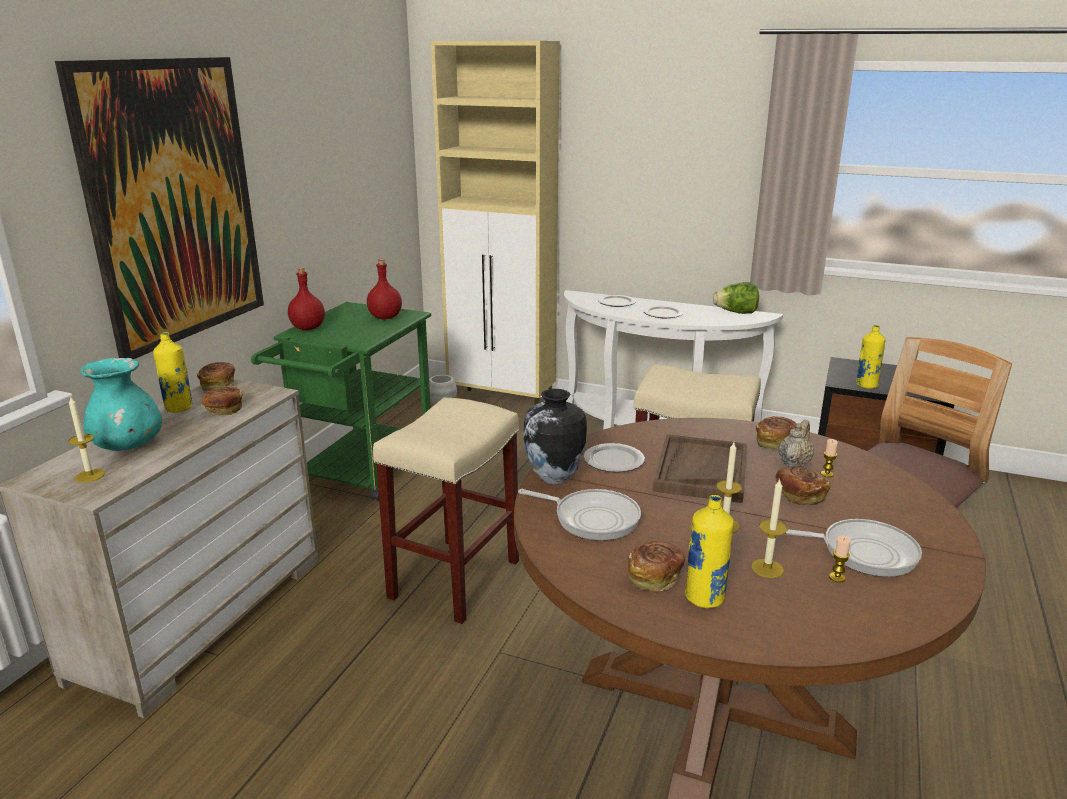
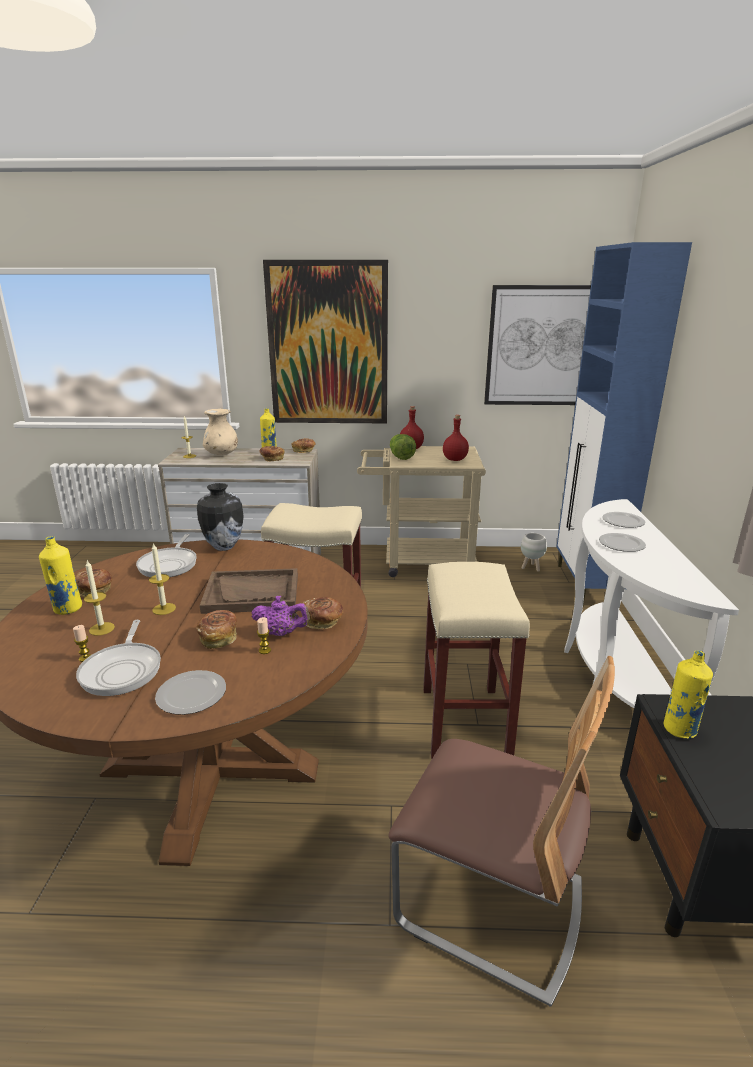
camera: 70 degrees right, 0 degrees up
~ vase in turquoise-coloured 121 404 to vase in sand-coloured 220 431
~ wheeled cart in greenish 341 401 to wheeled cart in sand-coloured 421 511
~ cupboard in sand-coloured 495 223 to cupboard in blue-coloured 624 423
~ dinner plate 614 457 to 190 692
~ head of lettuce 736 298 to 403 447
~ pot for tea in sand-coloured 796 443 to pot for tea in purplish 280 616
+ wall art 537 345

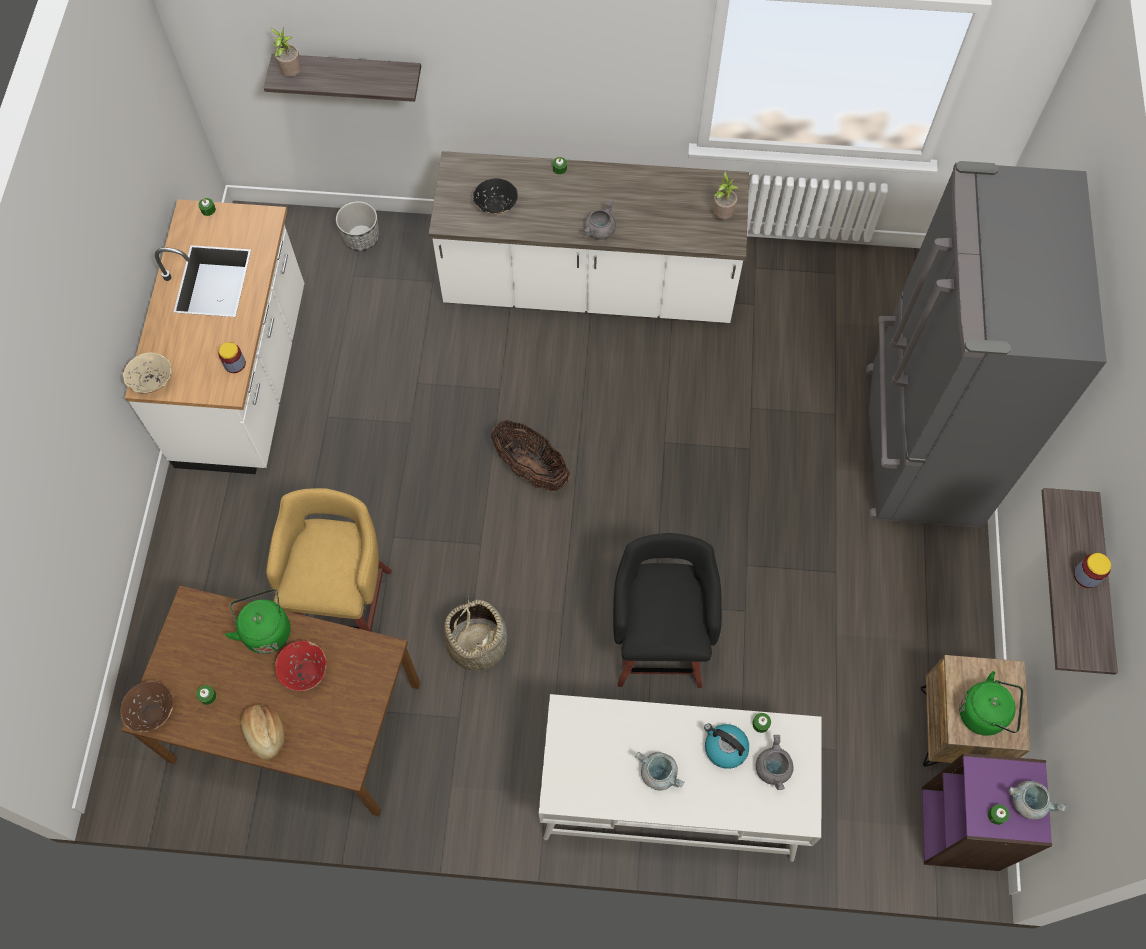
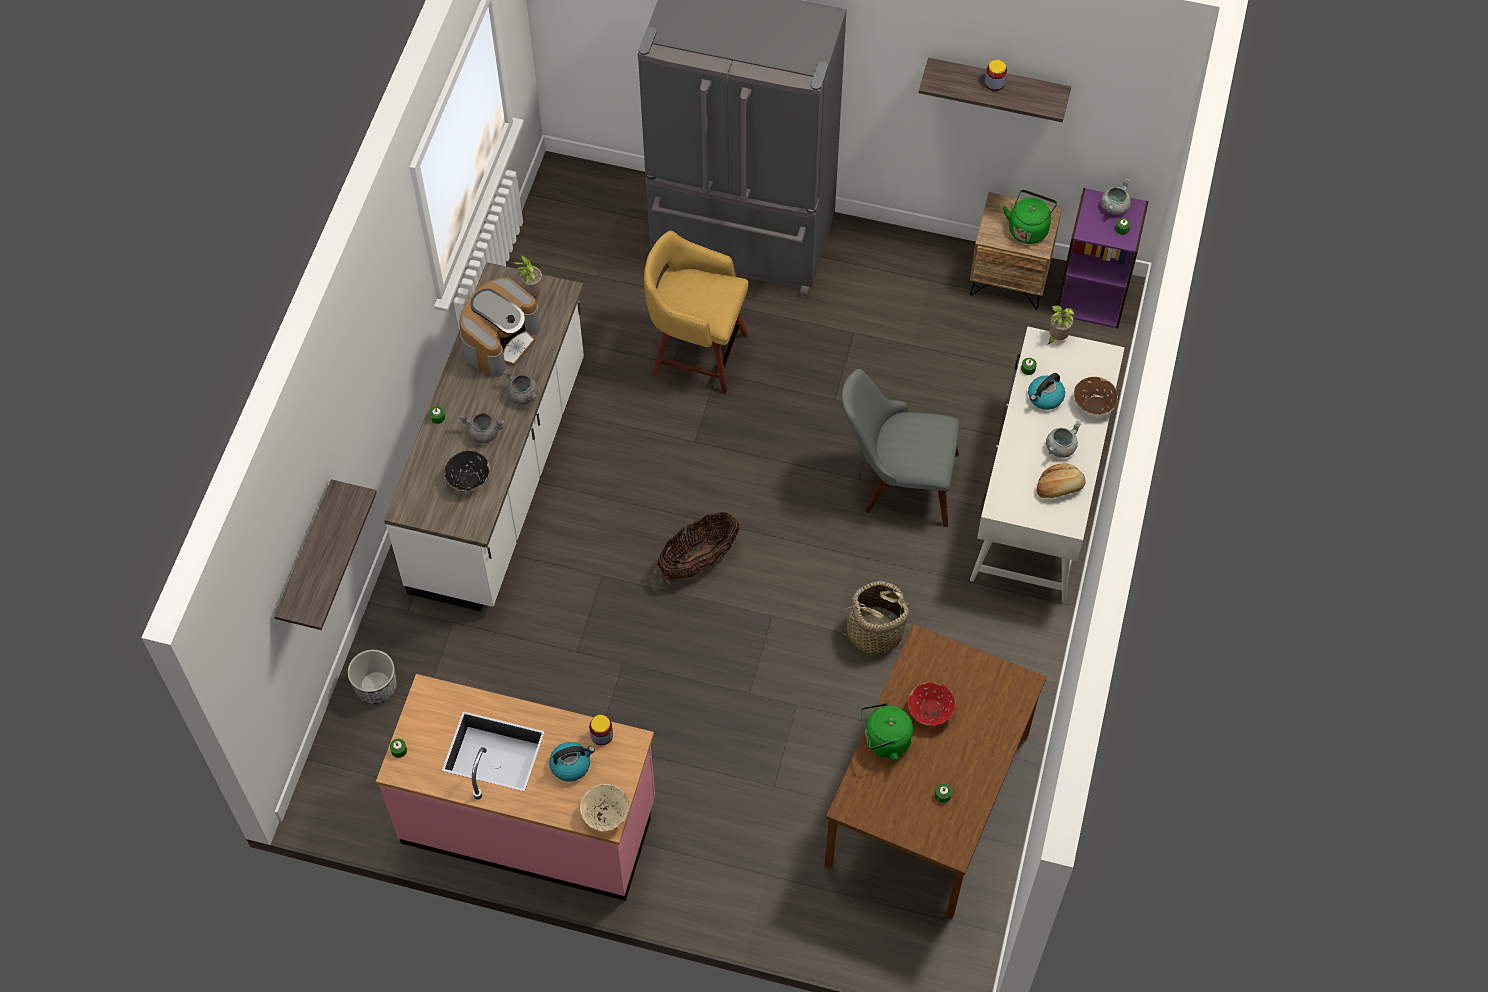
camera: 80 degrees left, 5 degrees down
~ deep dish in brown-coloured 147 706 to 1096 396
~ kitchen base unit in white 214 336 to kitchen base unit in pink 515 787
~ bread 263 732 to 1060 480
~ stool in yellow-coloured 329 559 to 696 312
~ houseplant 285 52 to 1060 325
~ stool in black-coloured 667 610 to chair in grey 900 448
~ cooking pot in grey 774 762 to 481 428
+ coffee brewer 500 327
+ water kettle 572 762

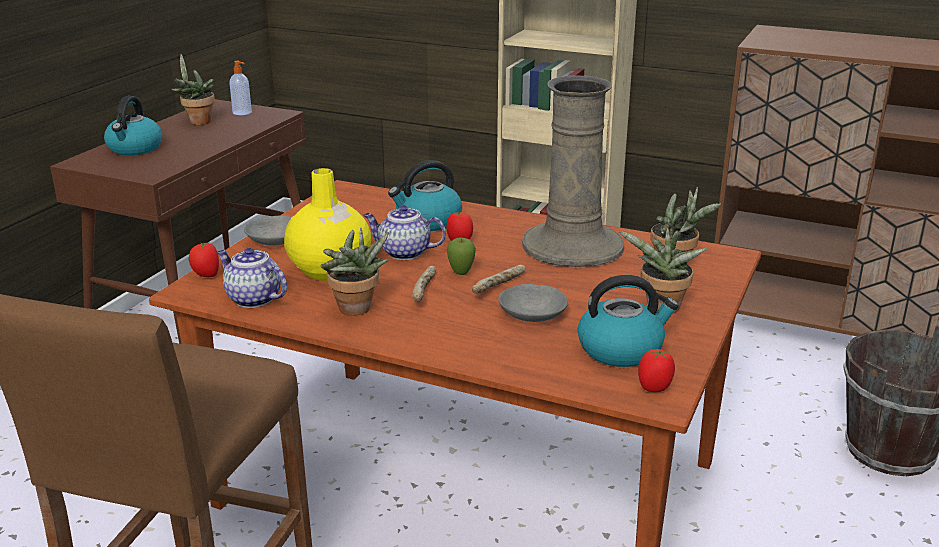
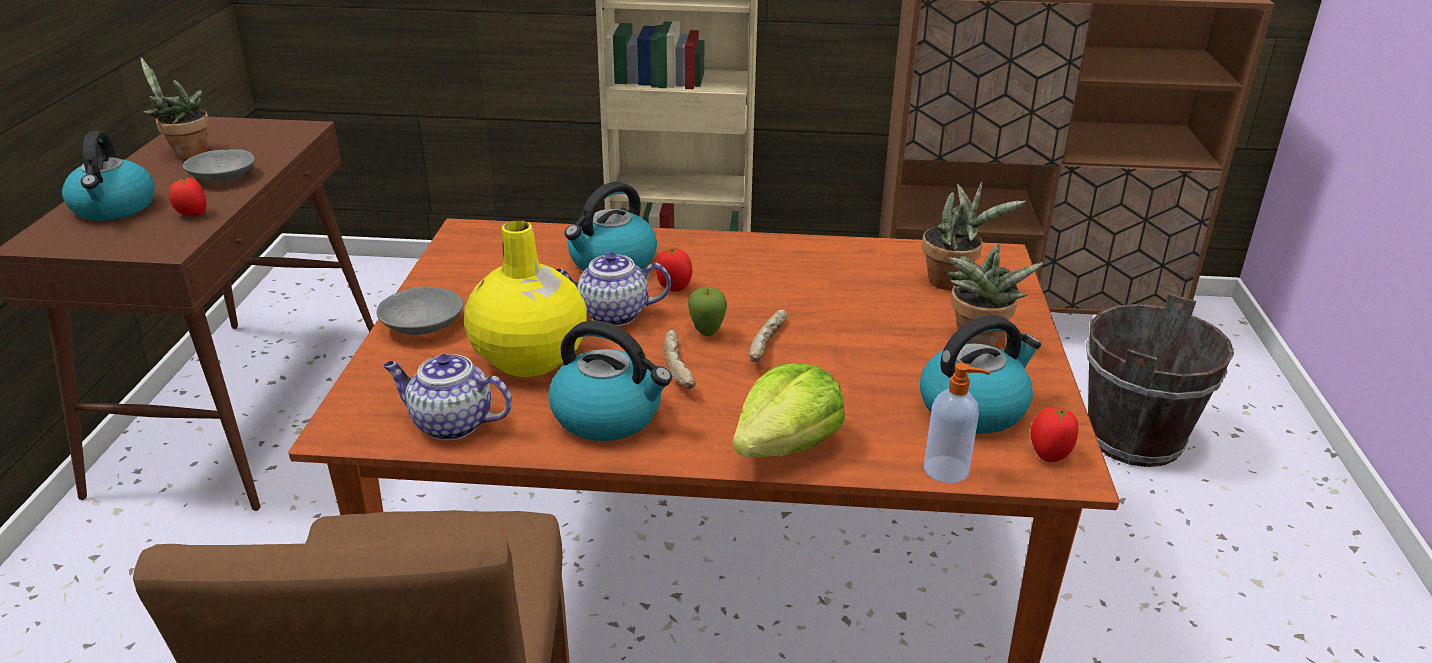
camera: 20 degrees left, 5 degrees up
~ fresh tomato 204 260 to 187 196
~ liquid soap bottle 240 88 to 957 423
~ houseplant 355 272 to water kettle 610 380
~ deep dish in grey 533 303 to 219 165
- vase in sand-coloured 573 171
+ head of lettuce 789 410

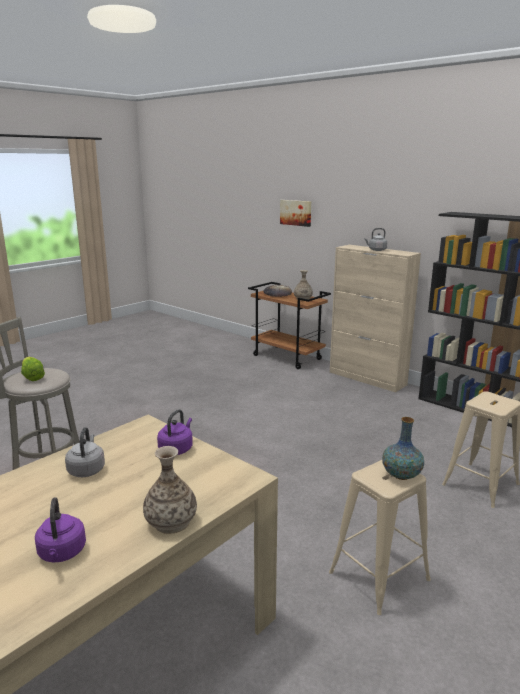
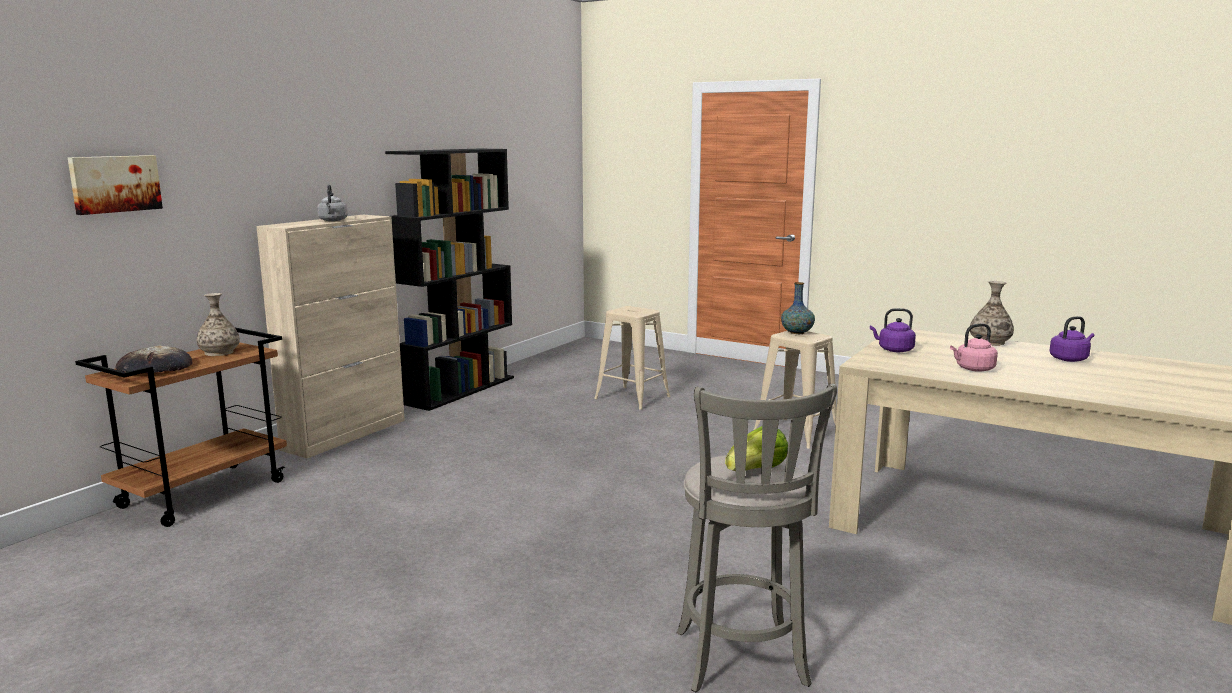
camera: 100 degrees left, 5 degrees down
~ water kettle in grey 85 452 to water kettle in pink 974 348

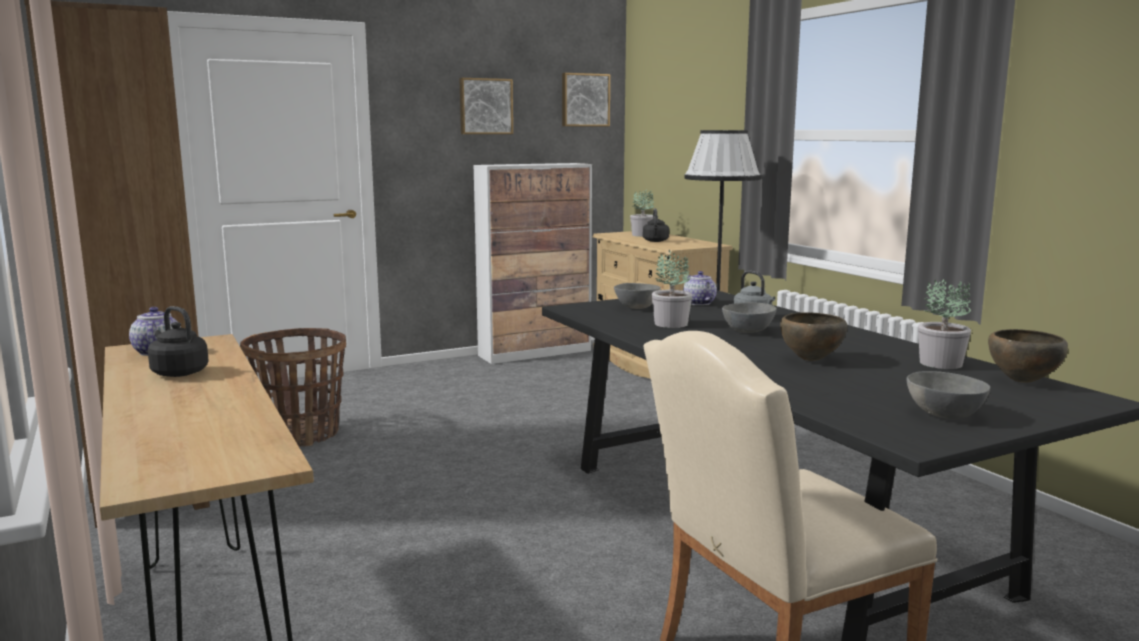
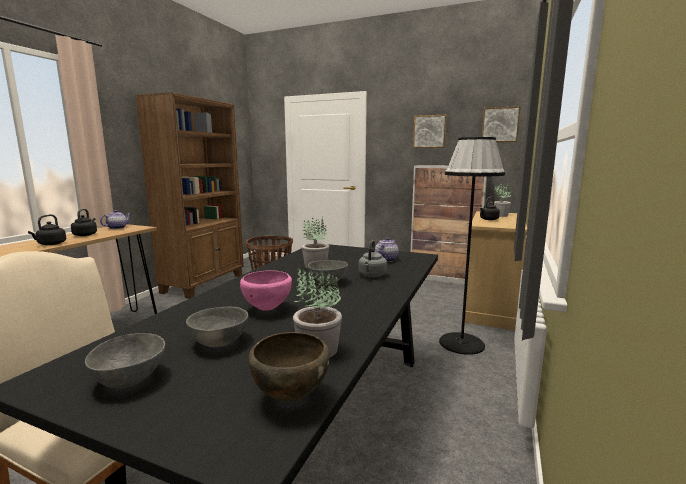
camera: 50 degrees right, 0 degrees up
~ deep dish in grey 637 296 to 217 327
~ deep dish in brown-coloured 813 336 to deep dish in pink 266 291
+ water kettle in black-coloured 47 229

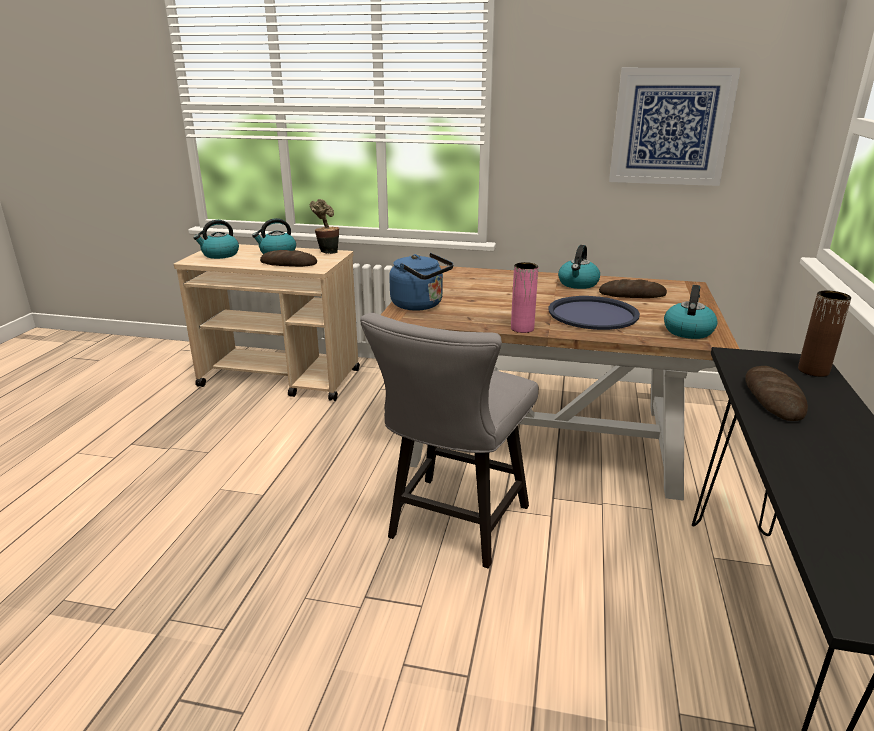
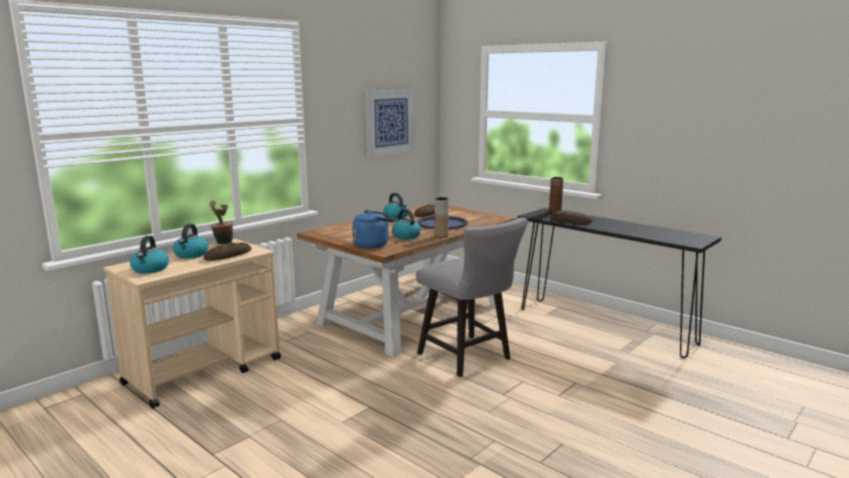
camera: 60 degrees left, 10 degrees down
~ vase in pink 524 297 to vase in brown-coloured 442 217
~ water kettle 691 312 to 406 224

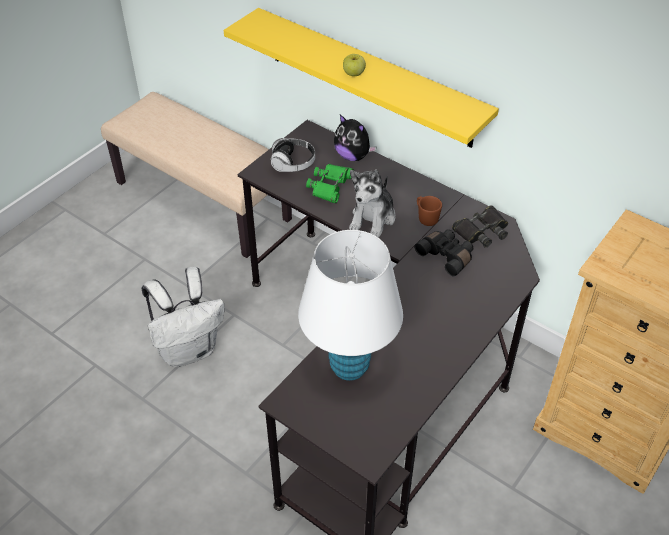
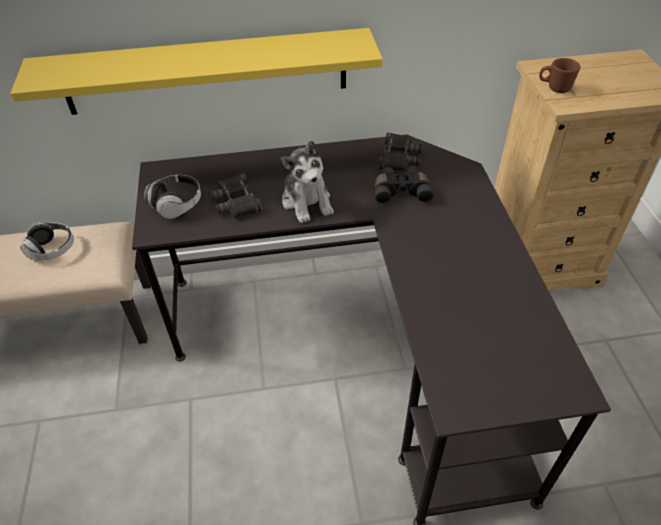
camera: 45 degrees left, 0 degrees up
- knapsack in white 183 317
- lamp for a table in white 350 305
~ binoculars in greenish 330 183 to binoculars in black-coloured 235 195
- soft toy 355 138
- apple fruit 354 65
~ mug in brown-coloured 429 211 to 559 75
+ headphones 47 241

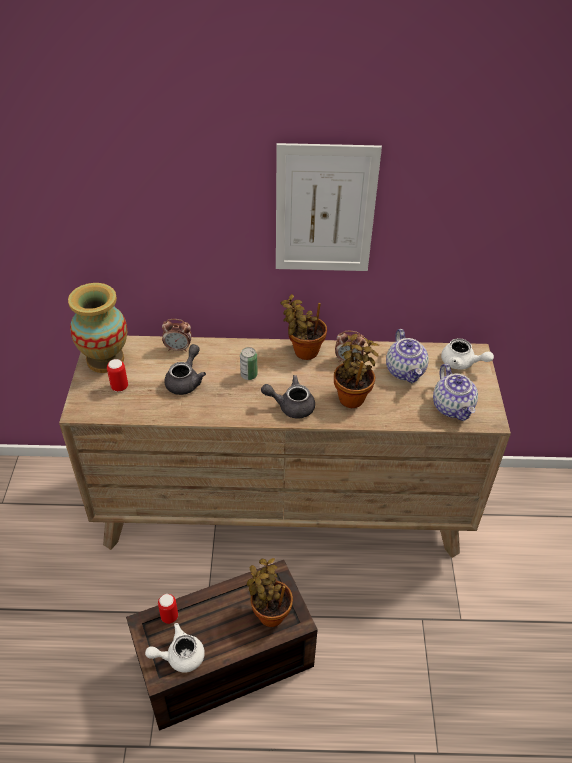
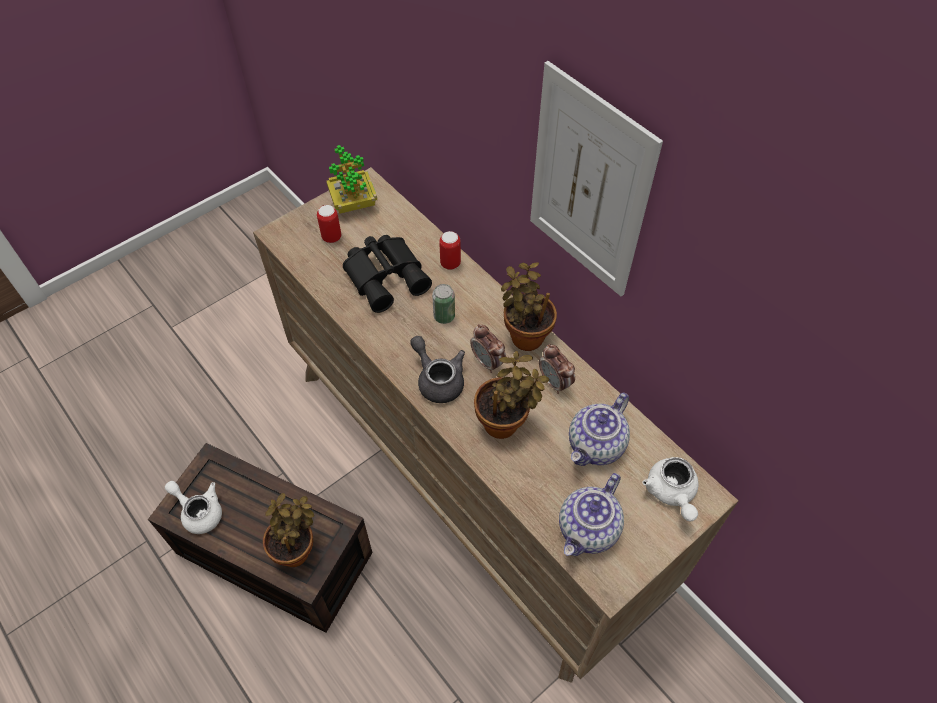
camera: 50 degrees right, 10 degrees up
~ vase 98 328 to houseplant 351 179
~ metal can 168 609 to 450 250
~ alarm clock 176 335 to 488 348
~ pot for tea in grey 185 369 to binoculars in black-coloured 387 274

